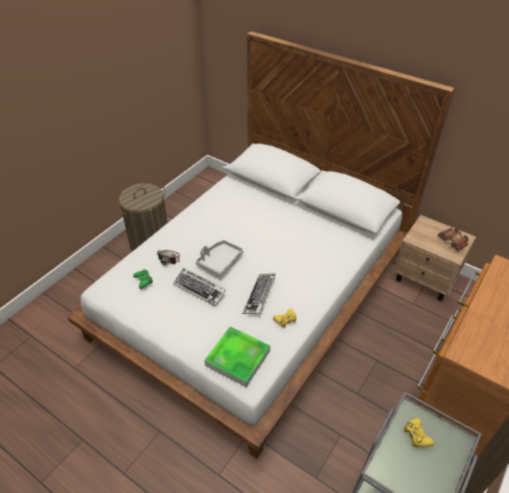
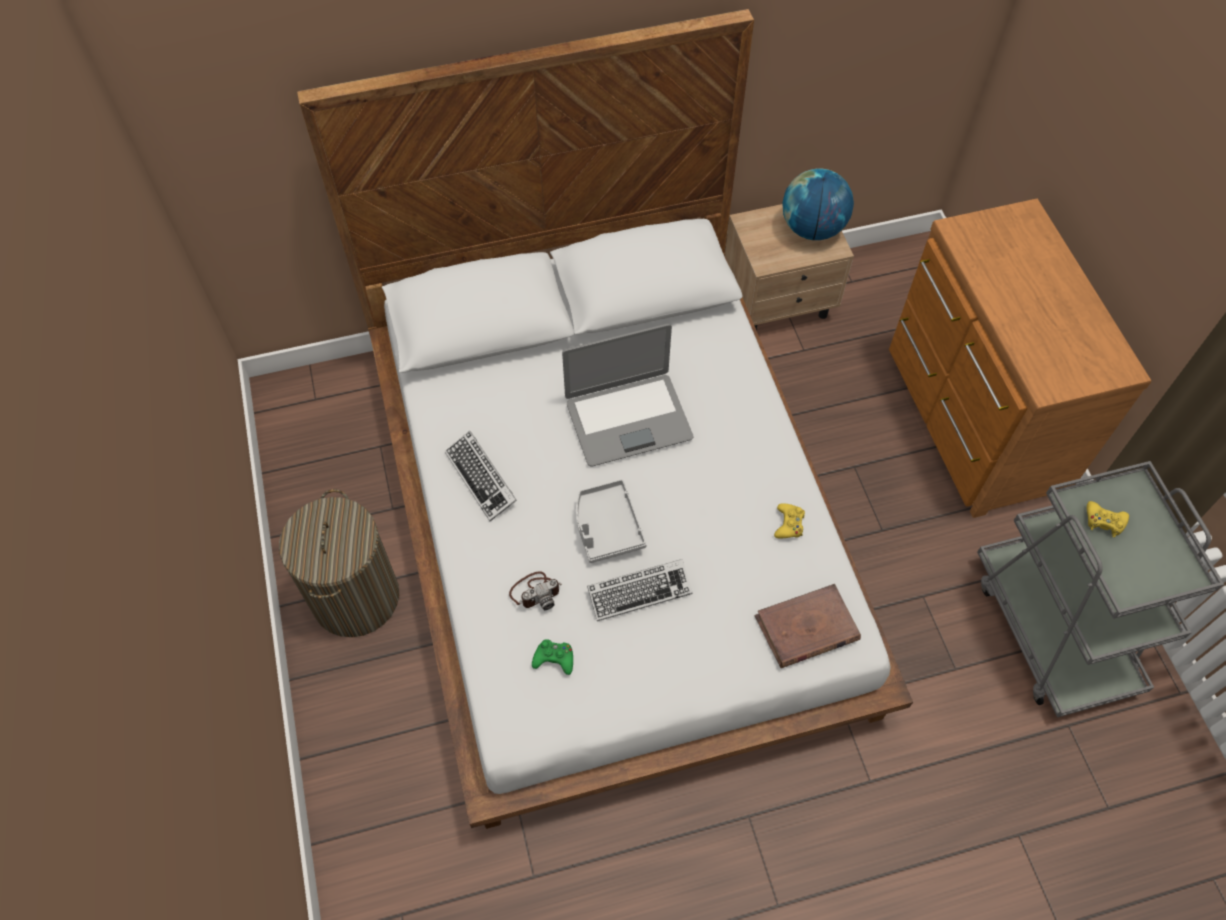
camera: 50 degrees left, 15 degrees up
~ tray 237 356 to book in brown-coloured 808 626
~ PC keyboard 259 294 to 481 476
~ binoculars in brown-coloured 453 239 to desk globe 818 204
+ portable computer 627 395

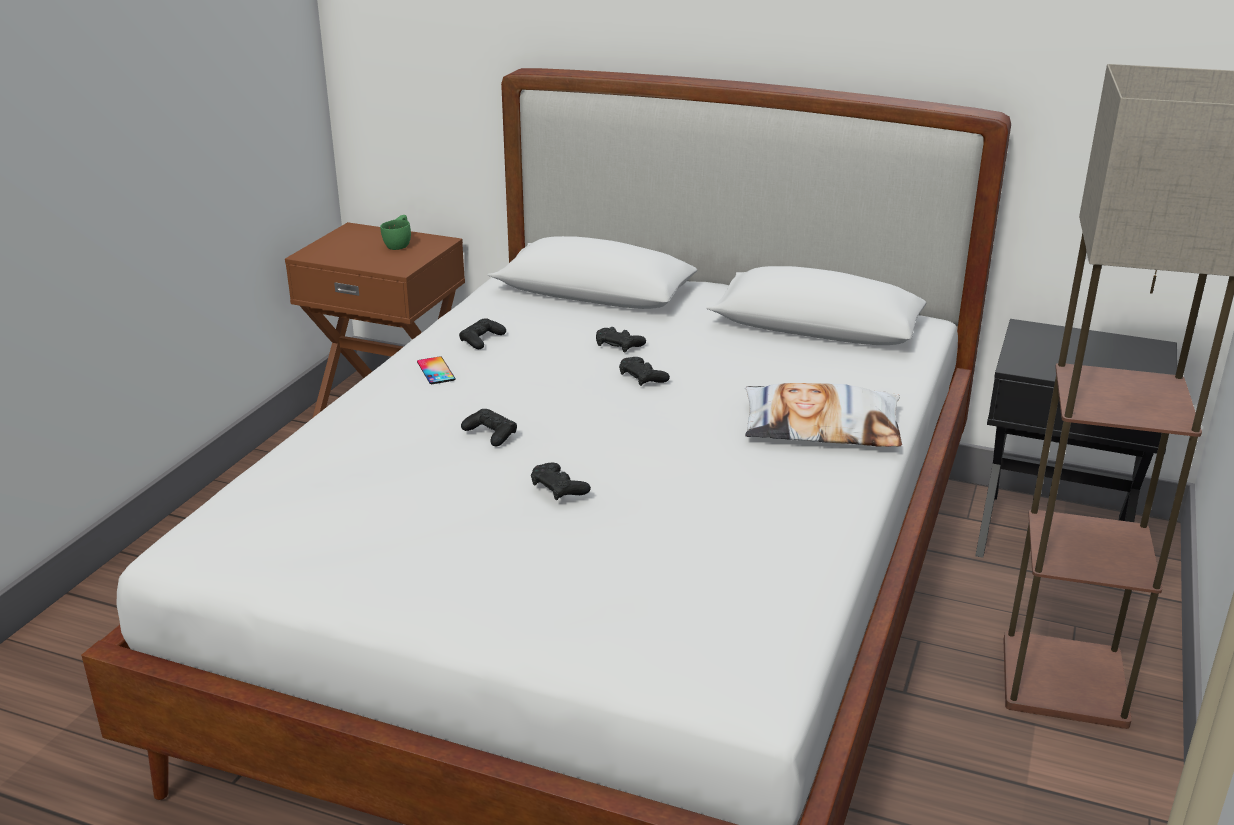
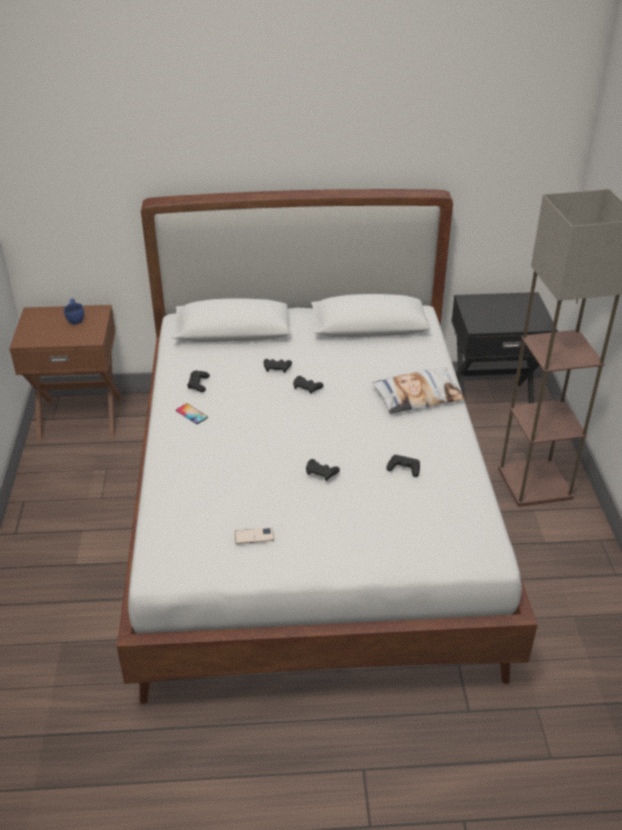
camera: 25 degrees left, 10 degrees up
~ drinking cup in greenish 395 232 to drinking cup in blue-coloured 73 311
~ joypad in black-coloured 489 428 to 403 466
+ telephone 254 535

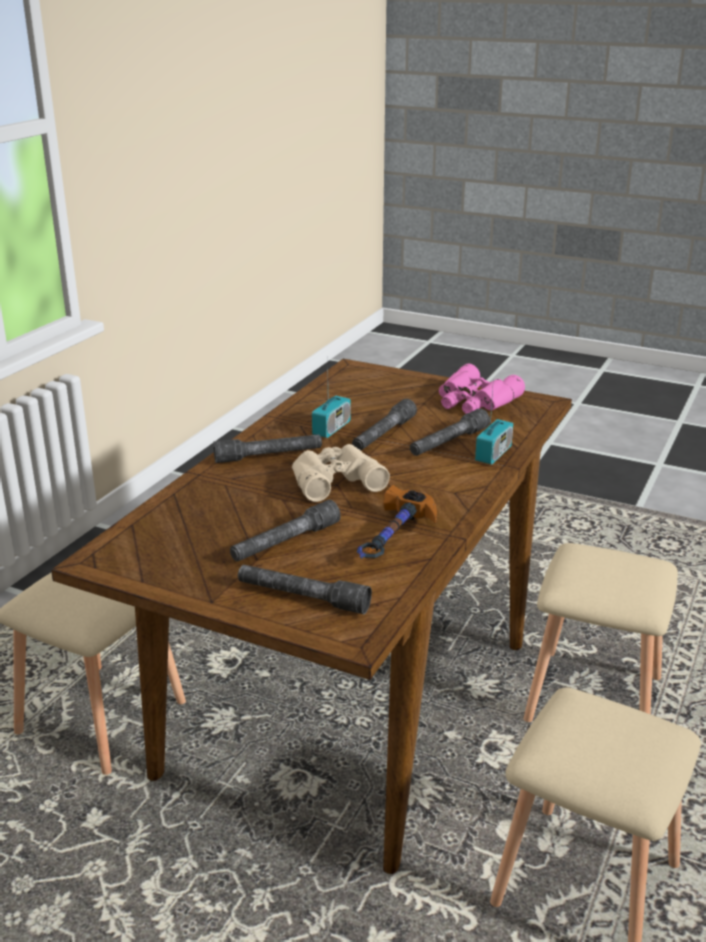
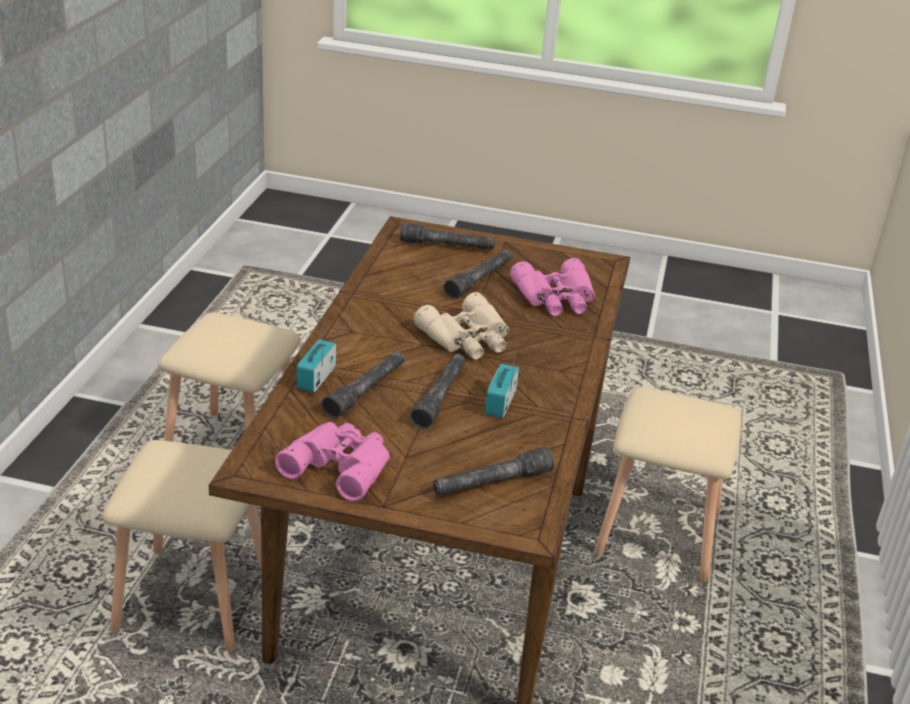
camera: 165 degrees right, 5 degrees up
~ hand torch in grey 267 449 to 493 471
- tool hammer 397 521
+ binoculars in pink 552 287

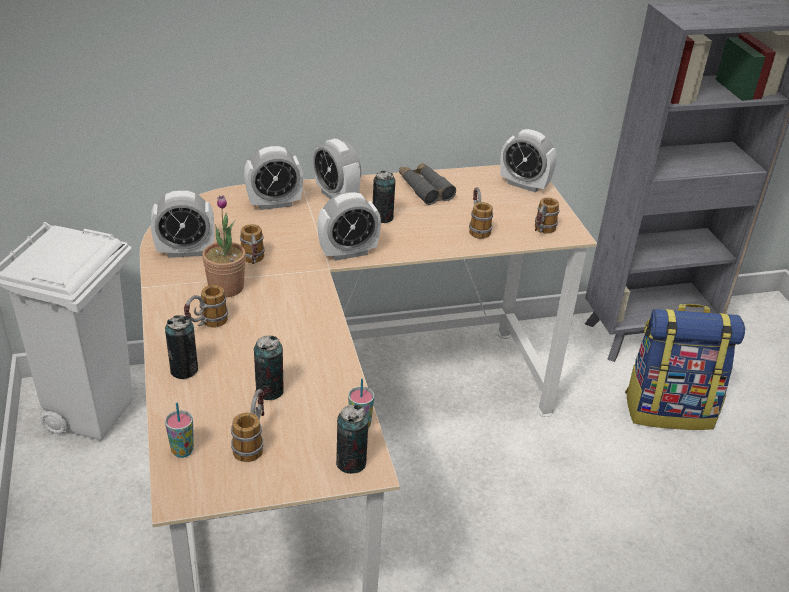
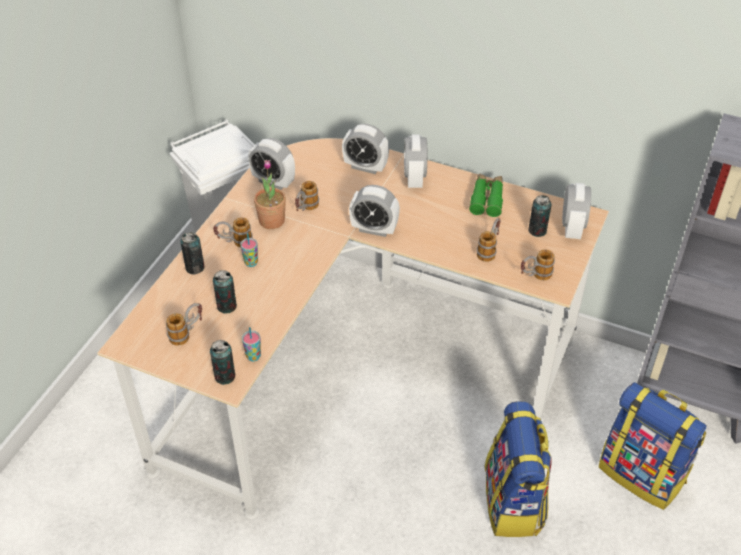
camera: 40 degrees right, 10 degrees up
~ drinking cup 179 430 to 249 250
~ metal can 384 196 to 539 216
~ binoculars in grey 427 184 to binoculars in greenish 486 195
~ alarm clock 528 160 = 576 211 150 degrees counterclockwise
+ knapsack 518 469

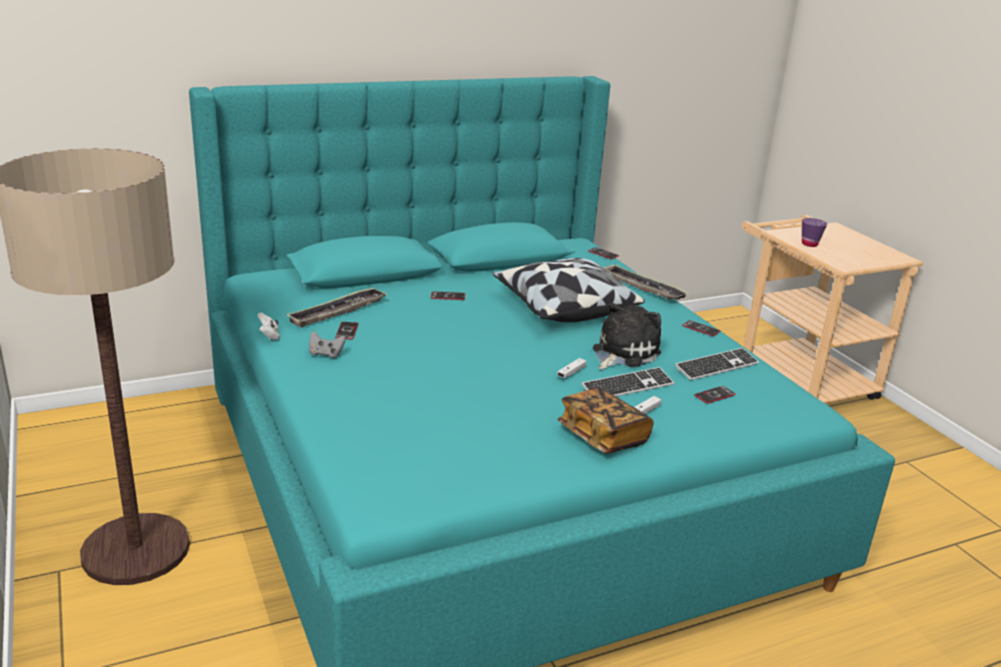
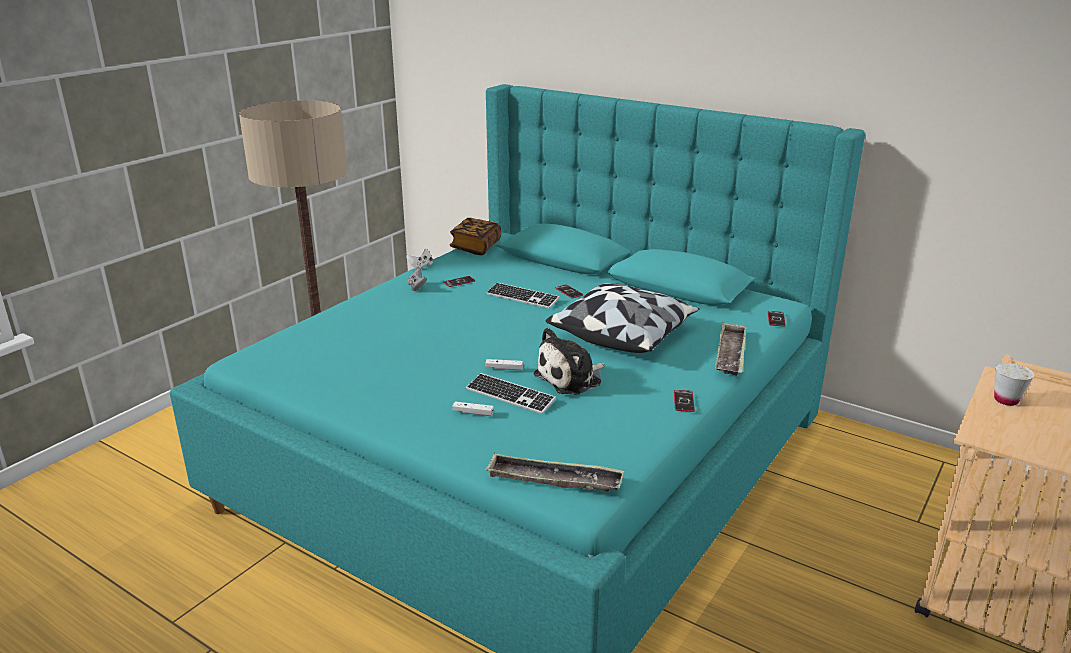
camera: 60 degrees right, 0 degrees up
~ tray 336 307 to 554 472
~ book 605 420 to 475 236
~ soft toy 627 336 = 569 361 135 degrees clockwise
~ PC keyboard 717 364 to 523 295
- telephone 715 395
~ drinking cup in purplish 814 232 to drinking cup in white 1014 384

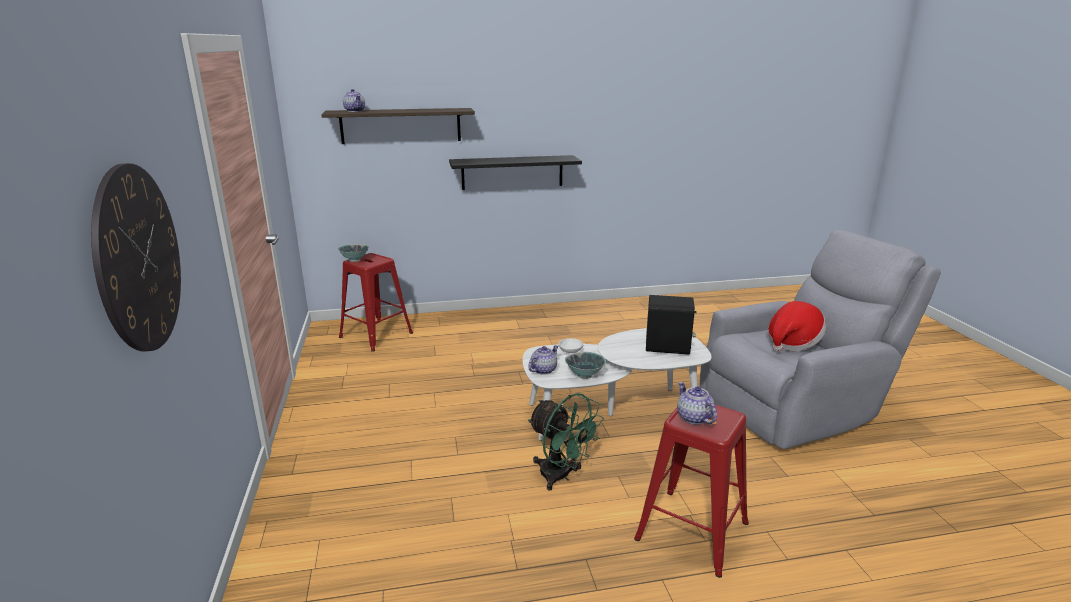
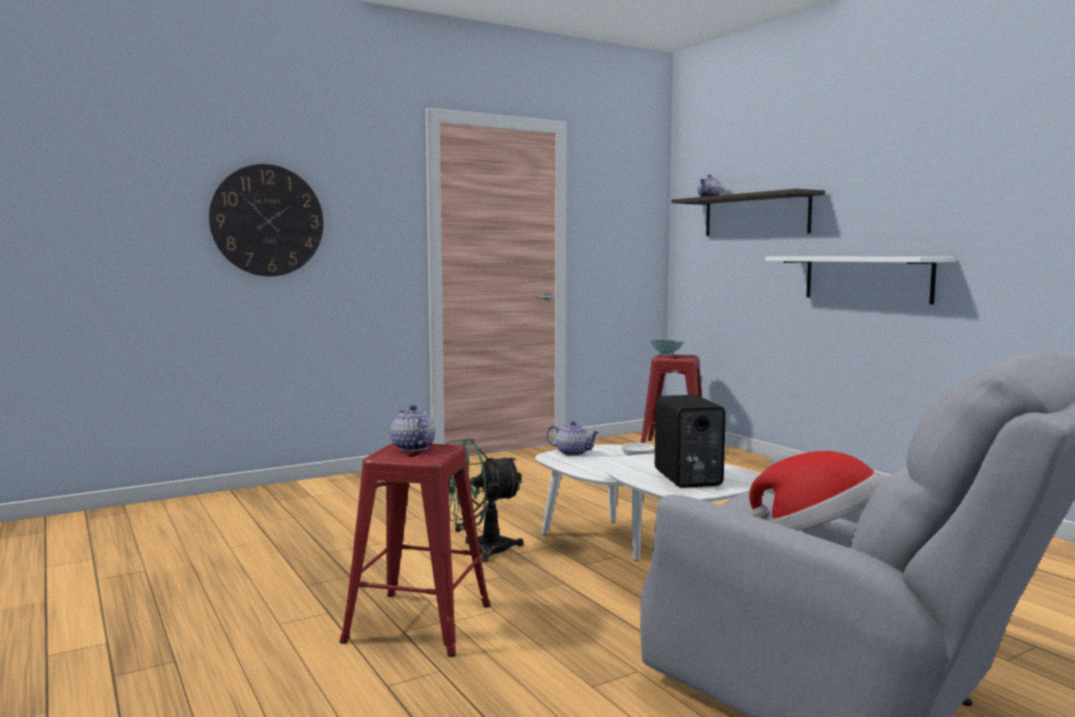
camera: 70 degrees right, 15 degrees down
~ bracket shelf in black-coloured 515 172 to bracket shelf in white 859 280
~ fan in greenish 566 442 = 485 500 45 degrees clockwise
- deep dish 585 365
~ pot for tea 697 403 = 413 428 75 degrees counterclockwise

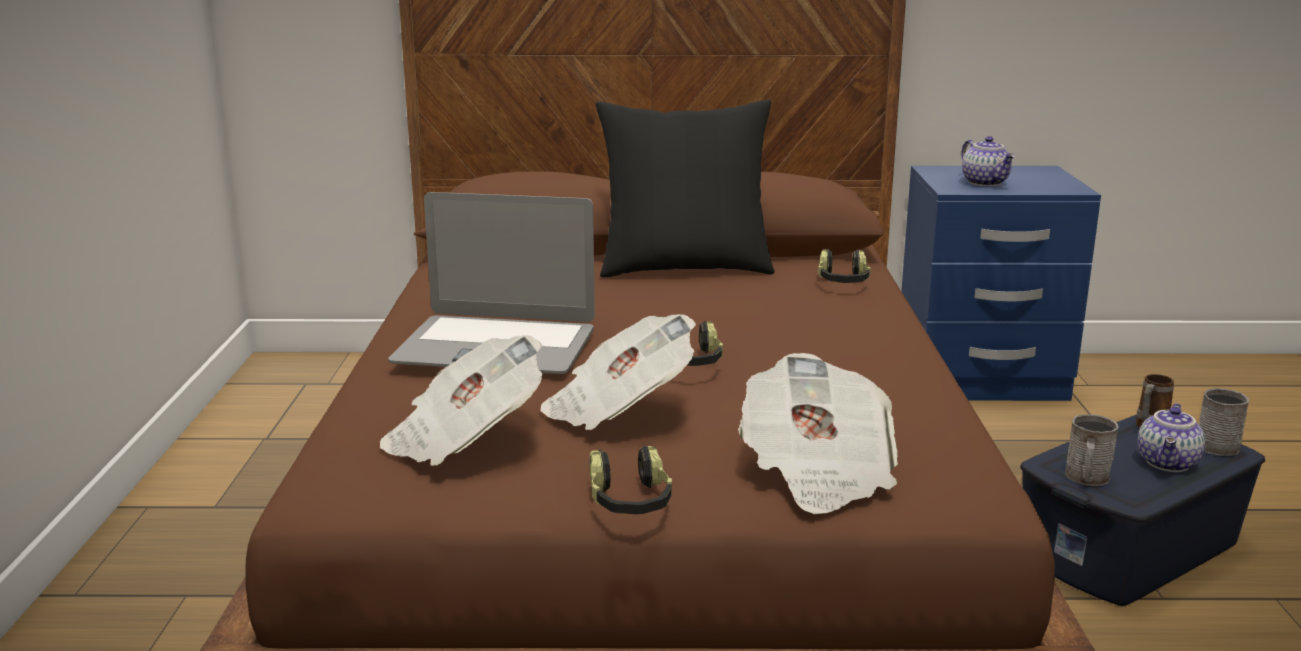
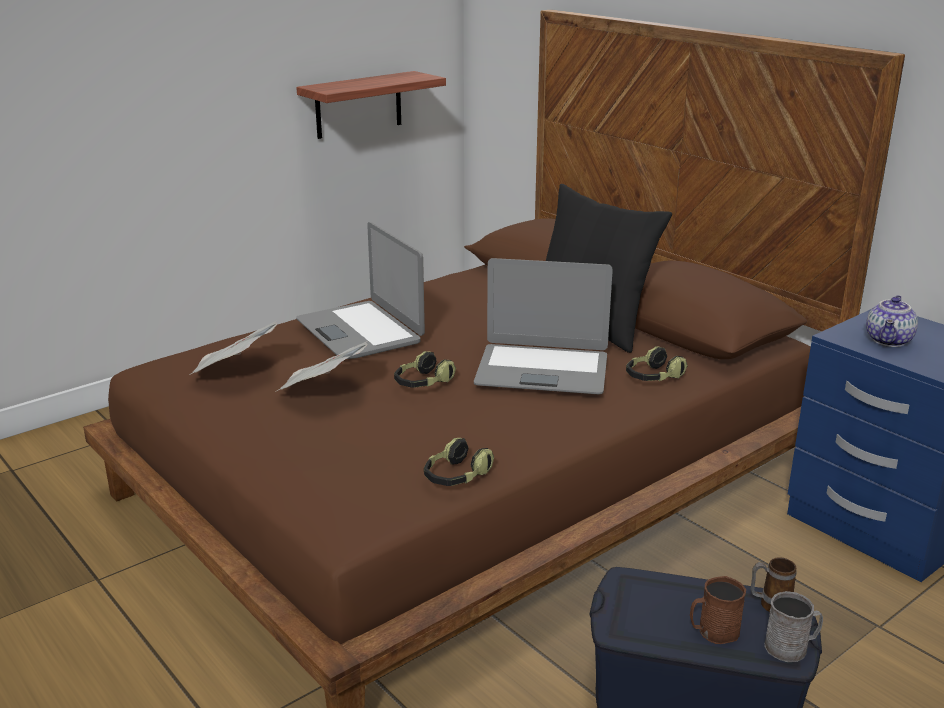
camera: 50 degrees right, 5 degrees up
~ headphones 630 479 to 459 462
- daily paper 818 433
- mug in grey 1091 450
~ pot for tea 1171 437 to mug in brown-coloured 718 610
+ bracket shelf 371 105
+ portable computer 543 326

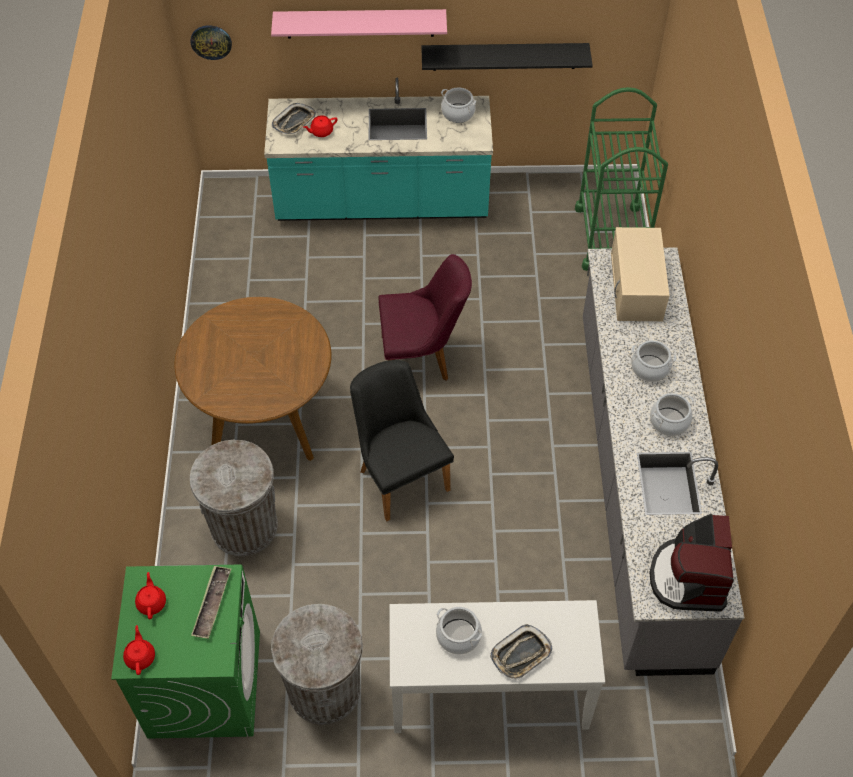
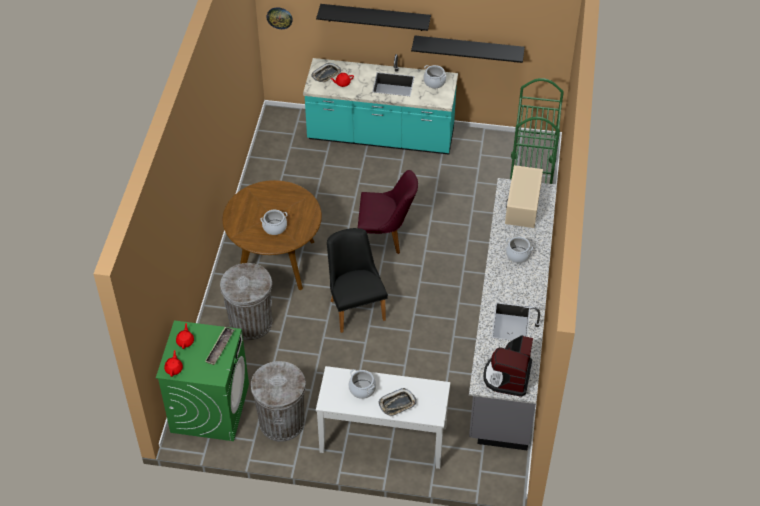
camera: 10 degrees right, 5 degrees down
~ bracket shelf in pink 359 24 to bracket shelf in black-coloured 373 17
~ cooking pot 672 414 to 273 222

